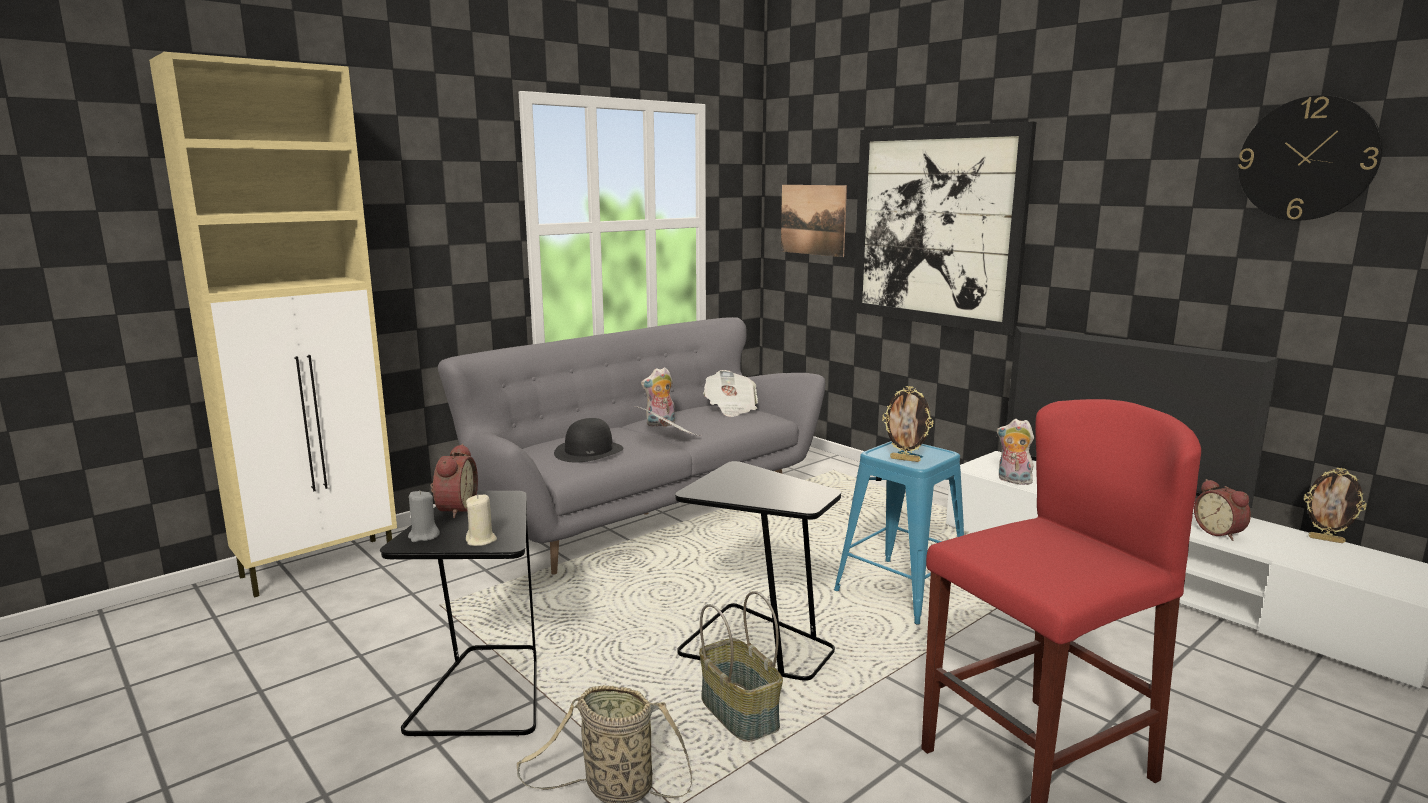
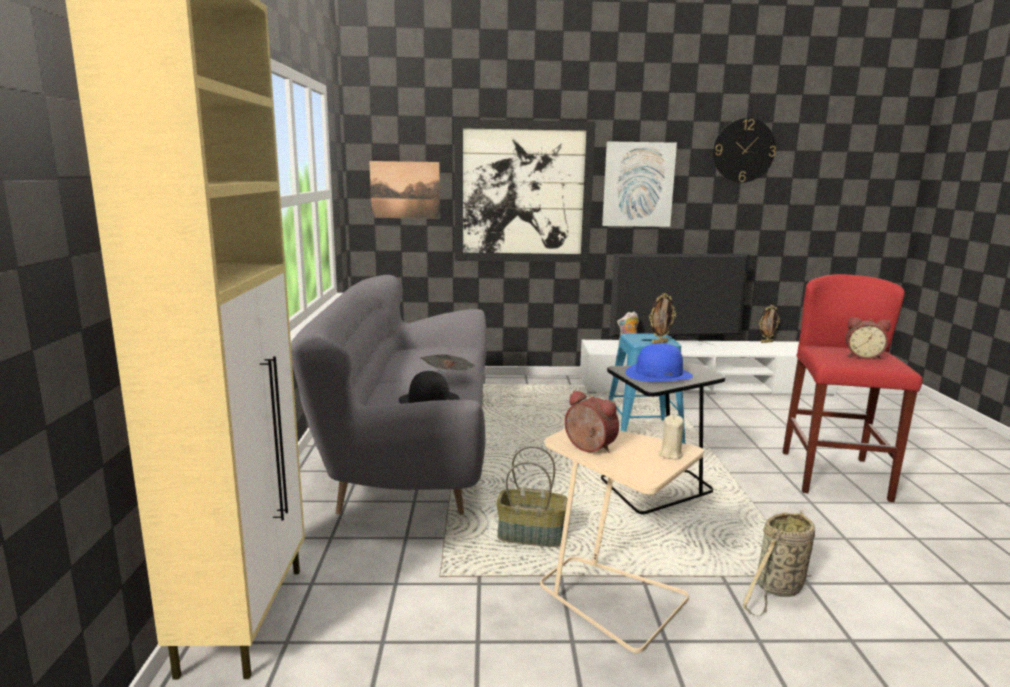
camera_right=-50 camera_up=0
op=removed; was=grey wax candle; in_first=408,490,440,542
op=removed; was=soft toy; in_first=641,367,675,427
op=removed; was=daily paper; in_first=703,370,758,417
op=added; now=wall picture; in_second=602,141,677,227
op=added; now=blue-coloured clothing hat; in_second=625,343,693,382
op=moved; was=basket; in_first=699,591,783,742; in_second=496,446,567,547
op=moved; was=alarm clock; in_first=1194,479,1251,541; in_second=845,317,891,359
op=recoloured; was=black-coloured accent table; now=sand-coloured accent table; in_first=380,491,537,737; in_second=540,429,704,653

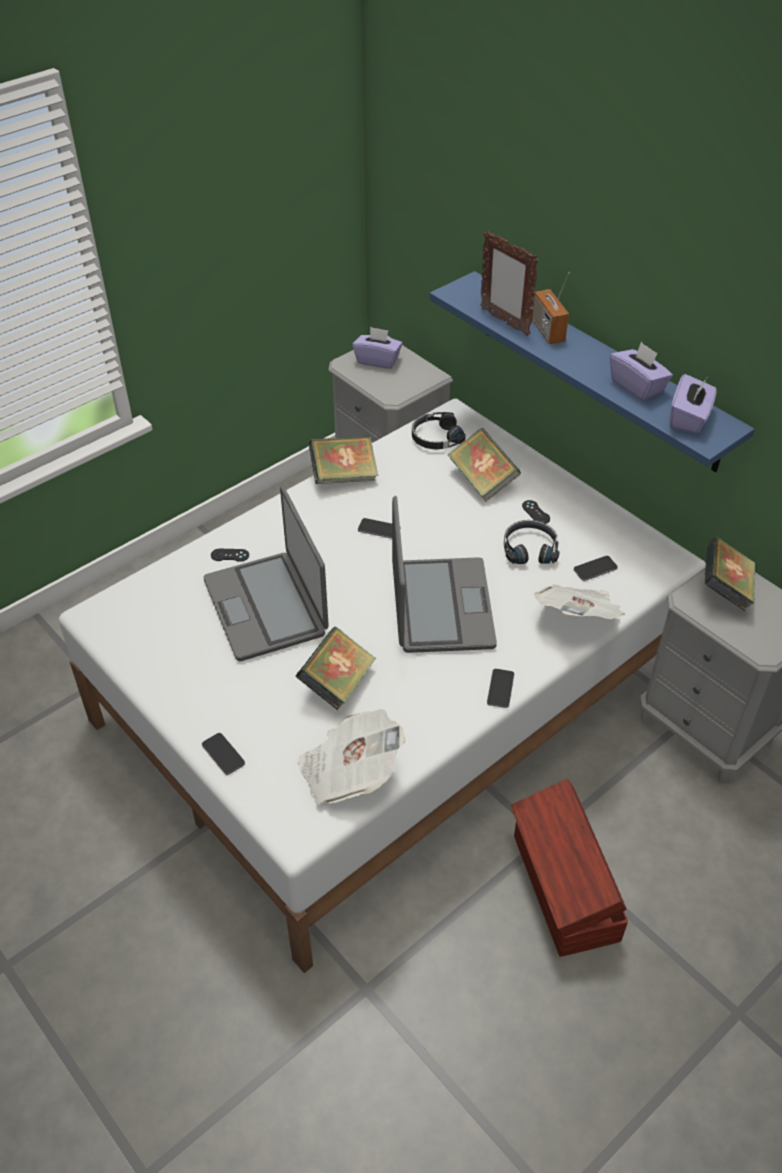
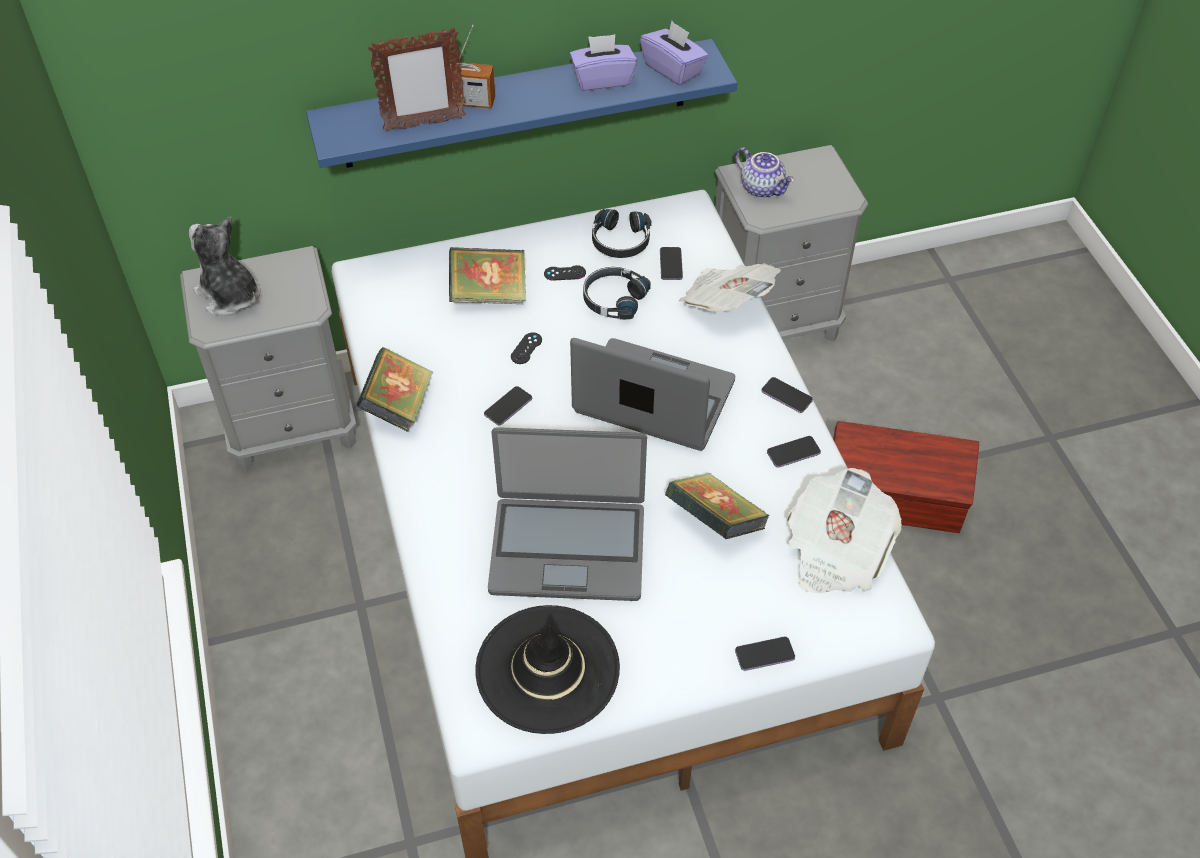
camera_right=-65 camera_up=5
op=added; now=black-coloured clothing hat; in_second=475,605,620,734
op=added; now=handset; in_second=767,436,821,468
op=moved; was=black-coloured game controller; in_first=211,549,249,562; in_second=511,332,542,364
op=moved; was=black-coloured headset; in_first=412,412,466,449; in_second=592,209,652,258
op=replaced; was=purple-coloured box of tissues; now=soft toy; in_first=353,327,403,369; in_second=189,216,260,316
op=replaced; was=volume; now=pot for tea; in_first=704,537,755,611; in_second=735,147,794,198

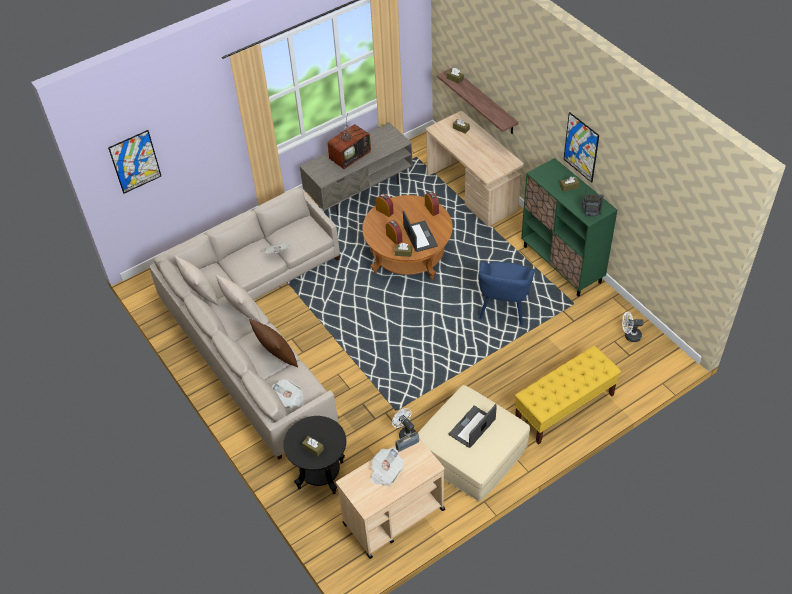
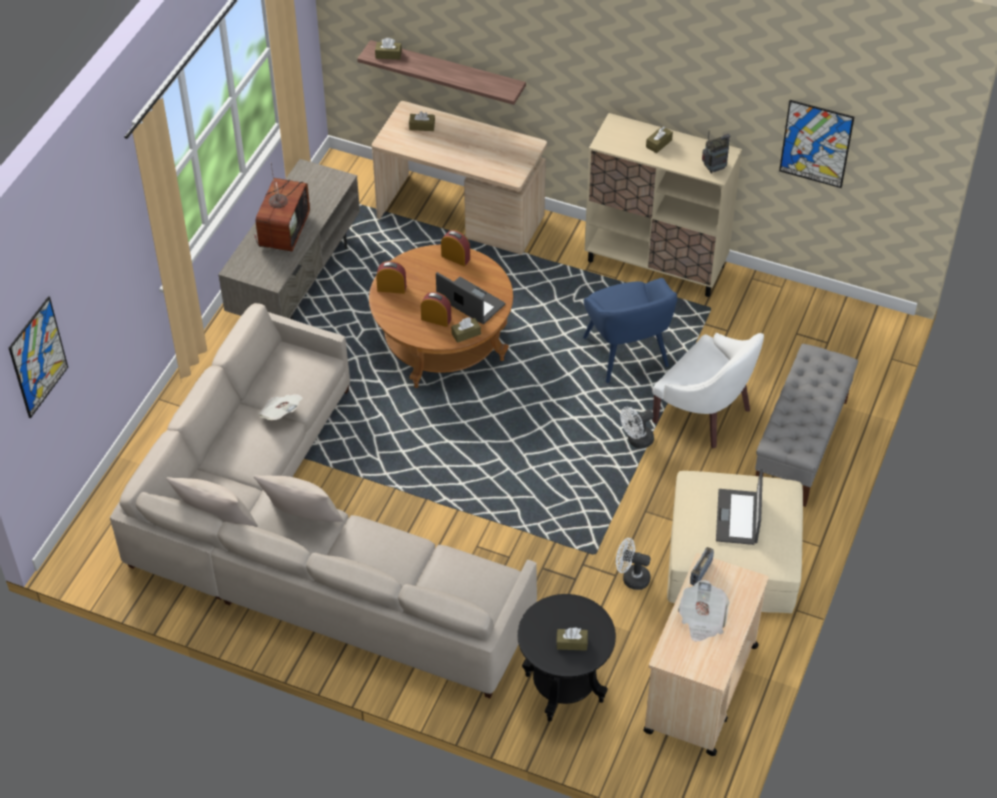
camera_right=-35 camera_up=0
op=removed; was=brown-coloured throw pillow; in_first=249,319,298,367
op=removed; was=daily paper; in_first=272,379,304,408
op=added; now=white lounge chair; in_second=652,333,764,448
op=moved; was=wall picture; in_first=563,112,599,183; in_second=779,100,854,188
op=moved; was=white fan; in_first=622,312,644,342; in_second=620,407,654,448
op=recoloured; was=yellowish long seat; now=grey long seat; in_first=515,346,621,445; in_second=755,344,858,507
op=recoloured; was=greenish cabinet; now=sand-coloured cabinet; in_first=521,158,618,297; in_second=585,113,742,297

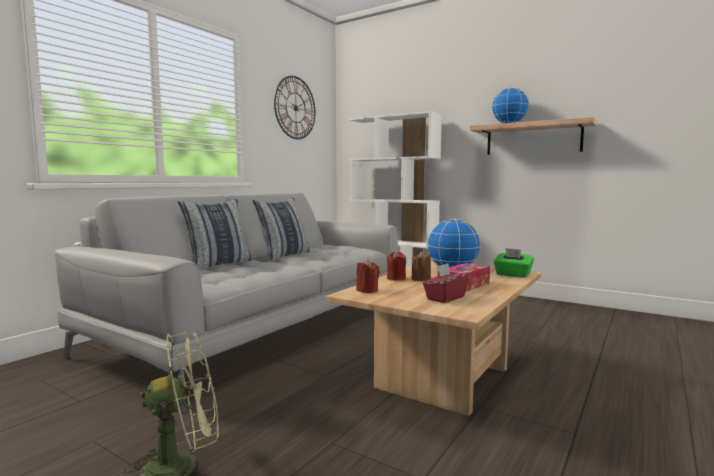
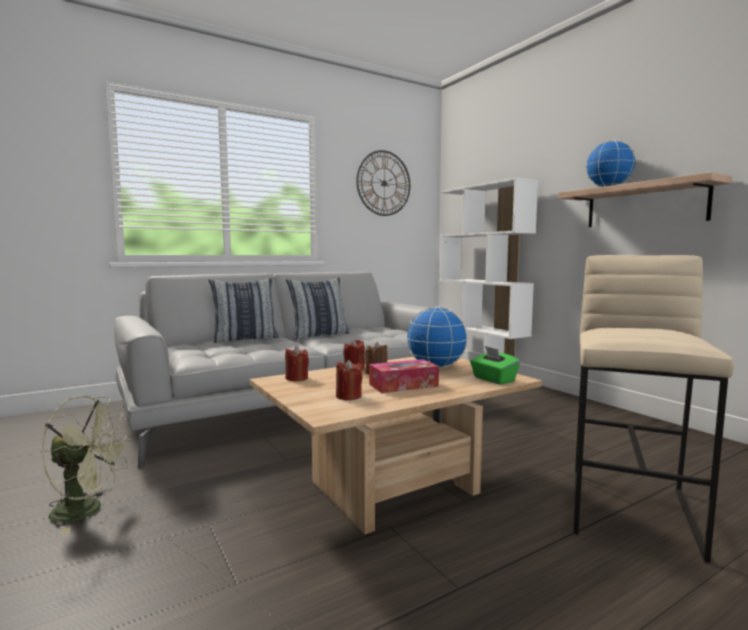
camera_right=25 camera_up=0
op=added; now=sand-coloured stool seat; in_second=574,255,734,563
op=replaced; was=red box of tissues; now=red wax candle; in_first=423,263,469,303; in_second=336,359,363,400

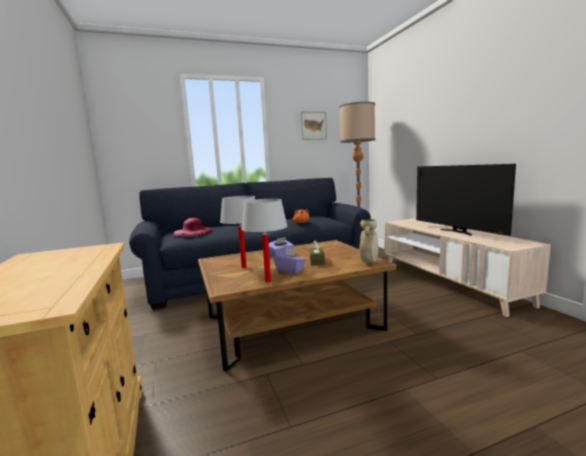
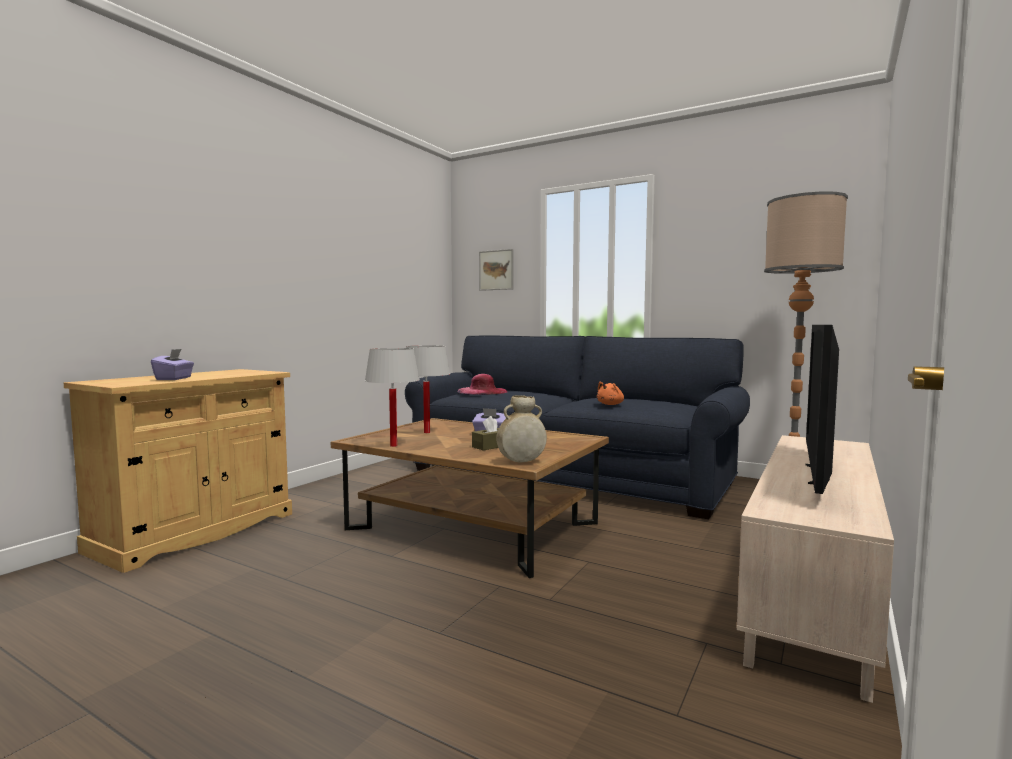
camera_right=50 camera_up=-5
op=moved; was=purple-coloured box of tissues; in_first=273,248,306,274; in_second=151,349,194,380
op=moved; was=wall picture; in_first=301,112,327,140; in_second=479,249,513,291

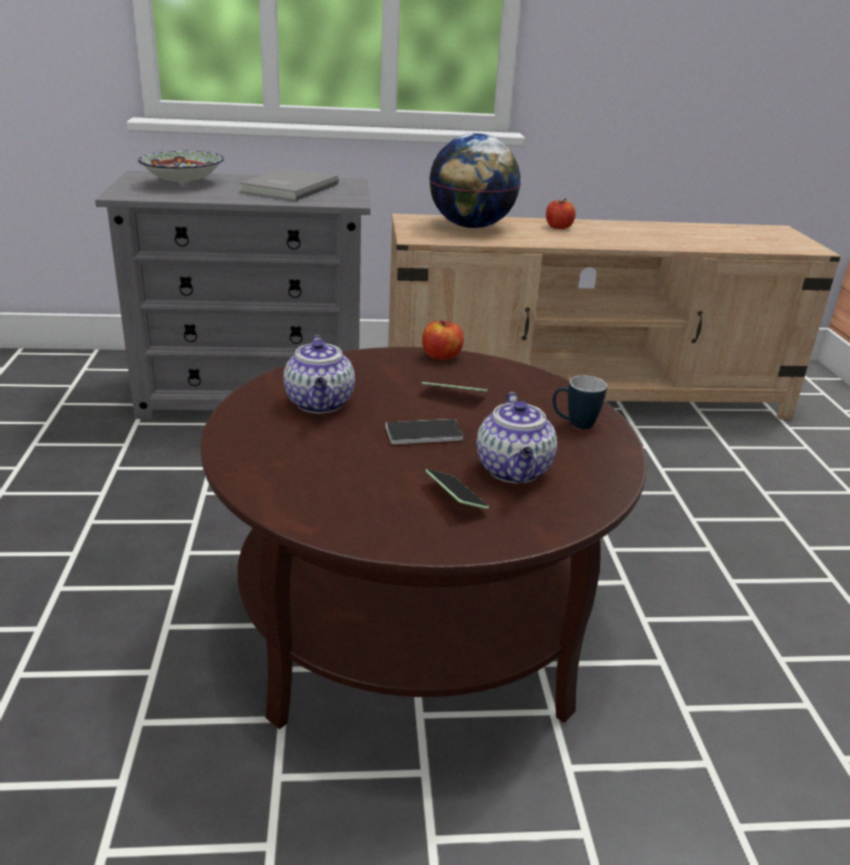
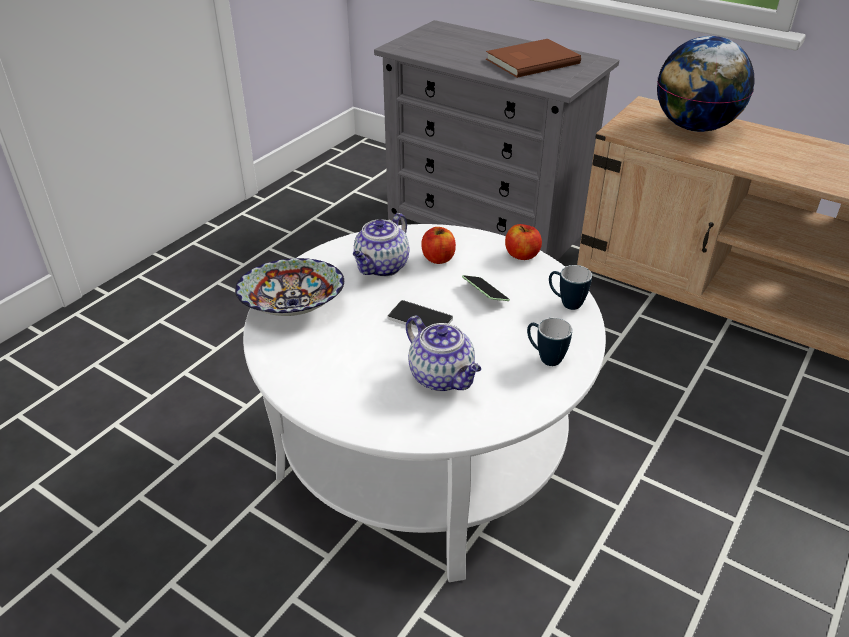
camera_right=40 camera_up=10
op=removed; was=handset; in_first=425,469,489,509
op=added; now=mug; in_second=549,265,592,310
op=moved; was=bowl; in_first=138,151,224,185; in_second=235,258,344,316
op=moved; was=whole apple; in_first=546,198,576,229; in_second=421,227,456,264
op=recoloured; was=brown-coloured coffee table; now=white coffee table; in_first=200,347,647,729; in_second=243,224,606,582
op=recoloured; was=grey volume; now=brown-coloured volume; in_first=239,168,339,201; in_second=486,39,581,78
op=turned; was=pot for tea; in_first=476,392,557,483; in_second=406,315,481,391; clockwise=-75

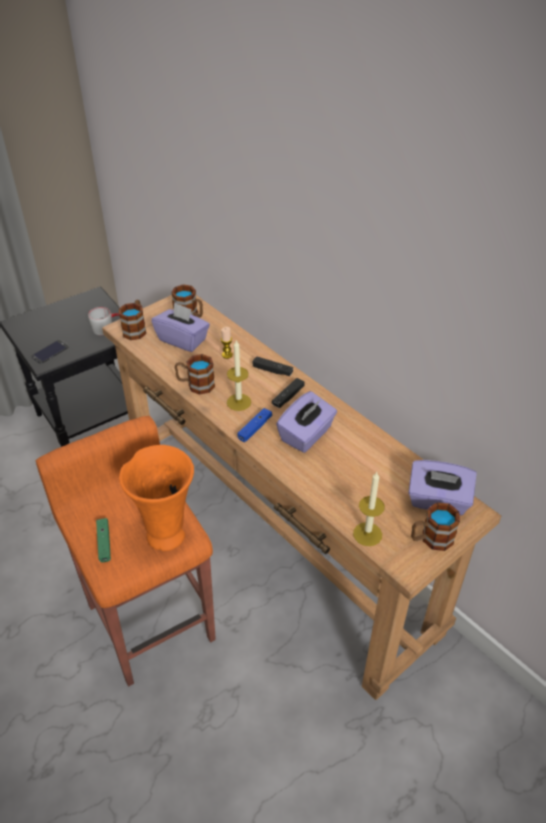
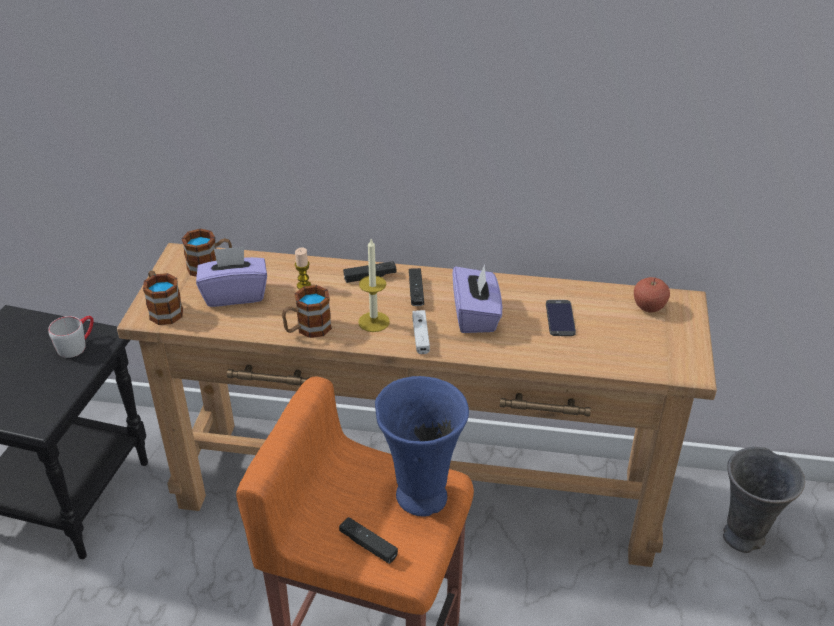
camera_right=-40 camera_up=-5
op=removed; was=wax candle; in_first=353,472,385,546
op=removed; was=mug; in_first=411,502,460,551
op=added; now=grey decorative vase; in_second=723,447,805,553
op=moved; was=handset; in_first=31,340,69,364; in_second=546,300,576,336
op=replaced; was=purple-coloured box of tissues; now=whole apple; in_first=409,460,477,515; in_second=634,277,670,312
op=recoloured; was=greenish game controller; now=black-coloured game controller; in_first=96,518,111,562; in_second=339,517,398,564
op=recoloured; was=orange decorative vase; now=blue-coloured decorative vase; in_first=119,445,194,551; in_second=375,376,469,516
op=recoloured; was=blue-coloured game controller; now=white game controller; in_first=237,408,272,442; in_second=412,310,430,354

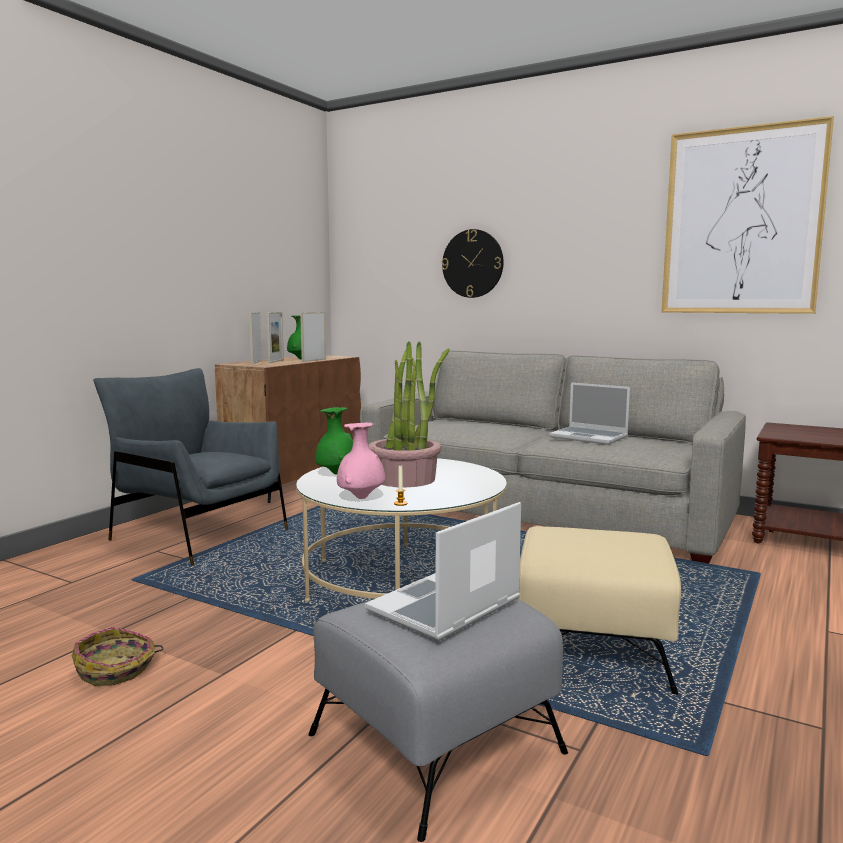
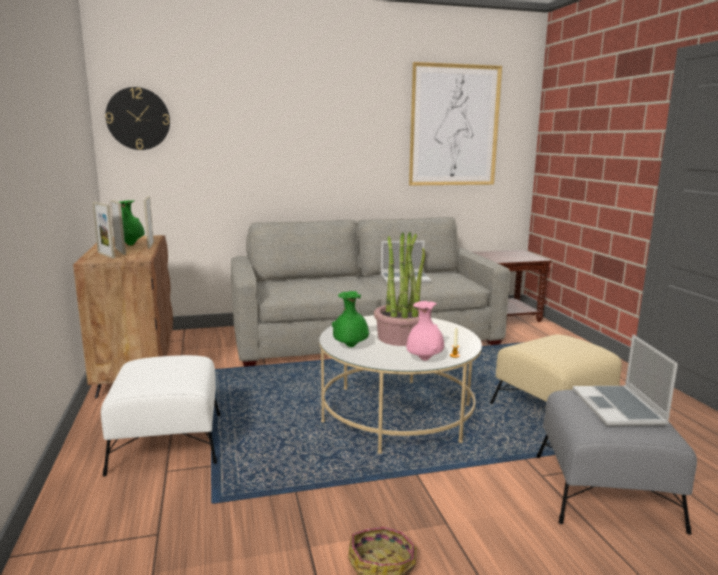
camera_right=-45 camera_up=5
op=moved; was=hanging clock; in_first=442,229,504,298; in_second=105,87,170,150
op=replaced; was=grey lounge chair; now=white pouffe; in_first=93,368,288,566; in_second=101,355,221,477

